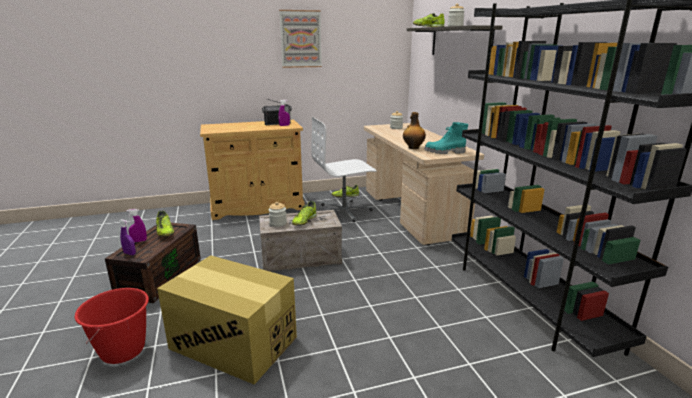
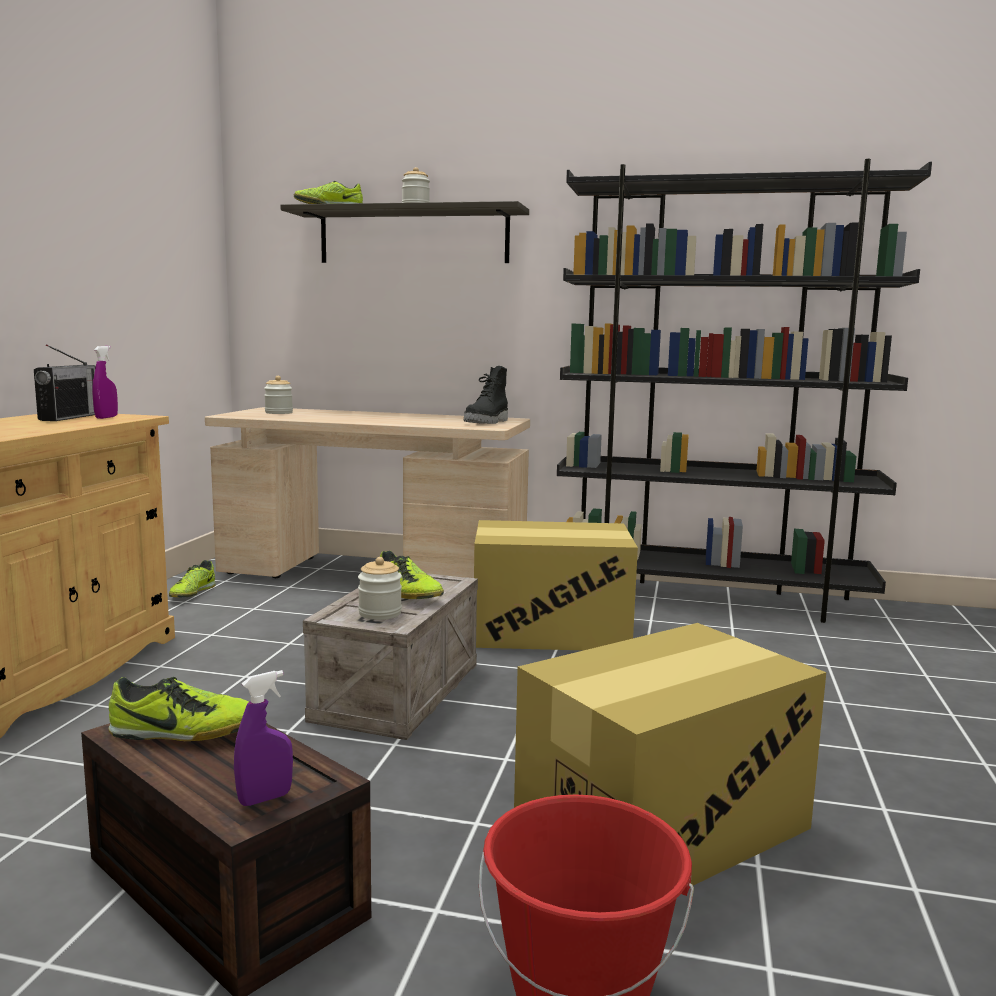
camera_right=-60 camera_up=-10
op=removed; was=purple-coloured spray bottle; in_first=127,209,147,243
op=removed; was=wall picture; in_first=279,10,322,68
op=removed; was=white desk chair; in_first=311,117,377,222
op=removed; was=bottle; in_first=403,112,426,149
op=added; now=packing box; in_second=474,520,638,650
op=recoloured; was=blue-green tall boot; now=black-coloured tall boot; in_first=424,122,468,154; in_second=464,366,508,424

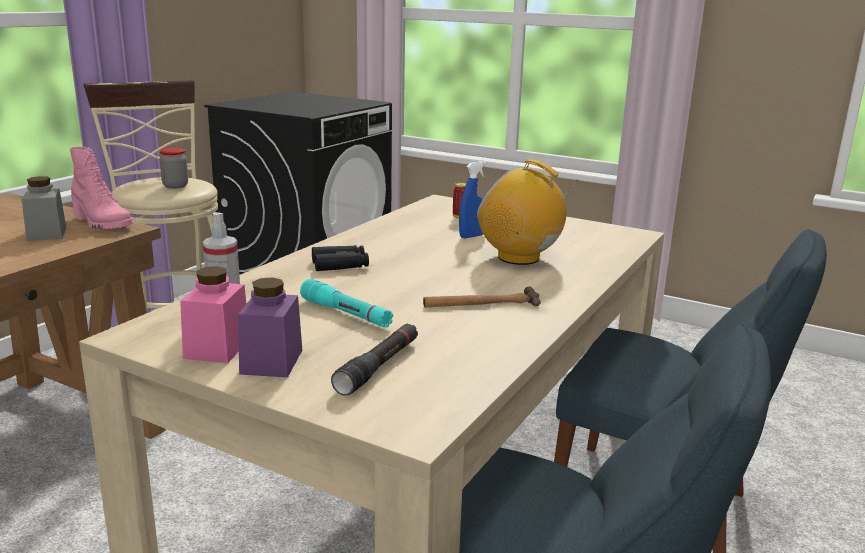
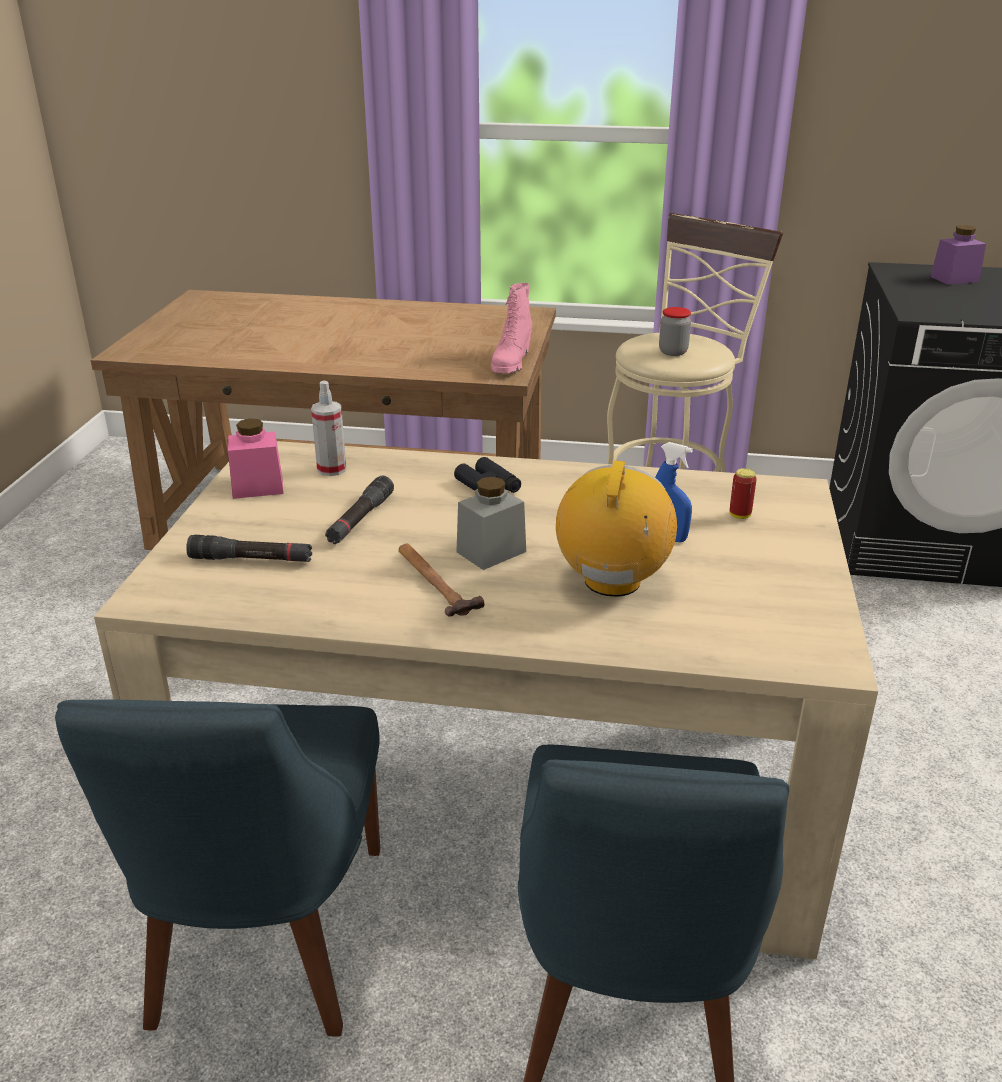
camera_right=70 camera_up=10
op=moved; was=grey storage jar; in_first=22,176,66,241; in_second=456,477,526,570
op=moved; was=purple-coloured storage jar; in_first=238,277,302,377; in_second=930,225,986,285
op=recoloured; was=blue-green torch; now=black-coloured torch; in_first=300,279,393,327; in_second=325,476,394,544

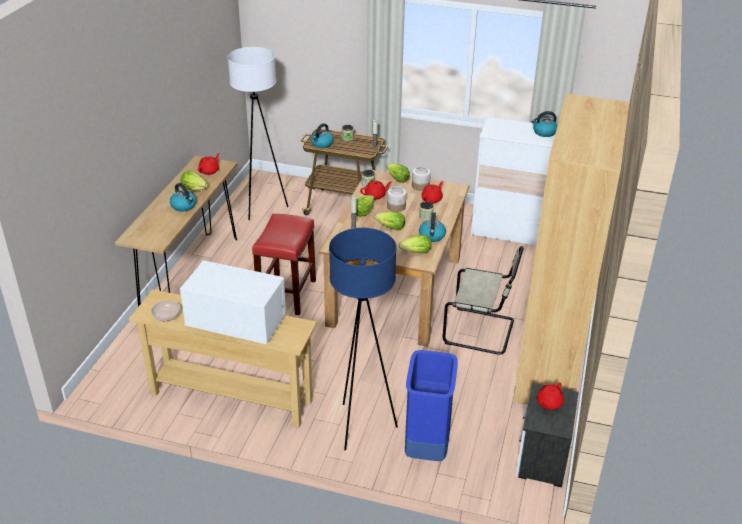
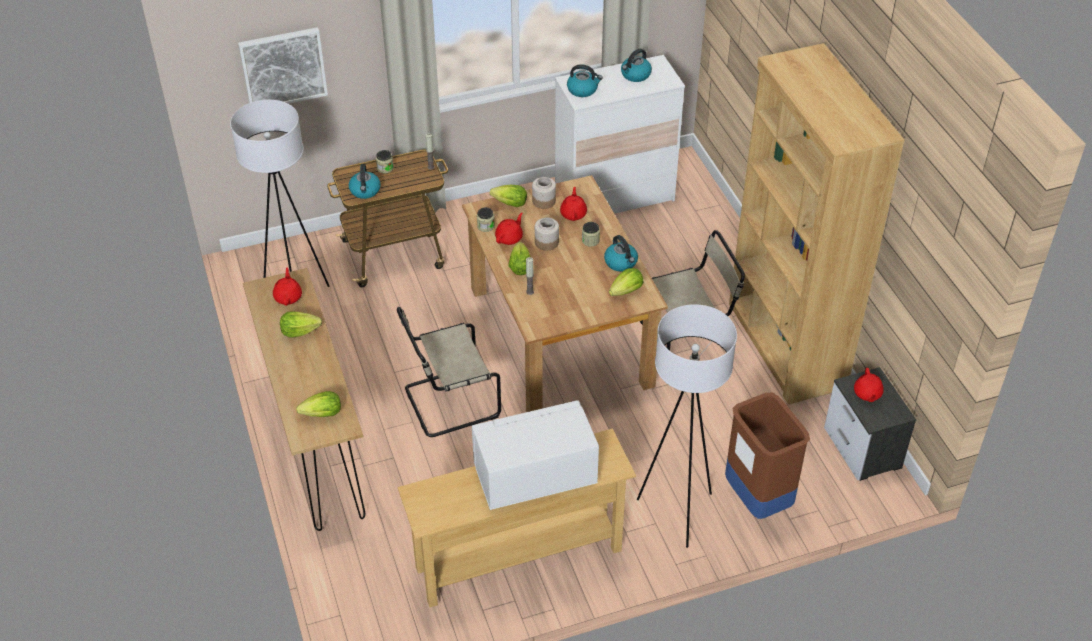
camera_right=-35 camera_up=10
op=removed; was=bowl; in_first=151,300,180,321
op=added; now=wall picture; in_second=238,27,328,104
op=moved; was=water kettle; in_first=170,183,197,211; in_second=567,64,603,97
op=moved; was=head of lettuce; in_first=375,211,405,230; in_second=296,391,341,417
op=replaced; was=red stool seat; now=sand-coloured chair; in_first=252,214,316,315; in_second=397,307,501,437
op=recoloured; was=blue-coloured standard lamp; now=white standard lamp; in_first=329,228,398,450; in_second=637,304,737,548
op=recoloured; was=blue-coloured trash can; now=brown-coloured trash can; in_first=405,350,458,461; in_second=725,393,810,519

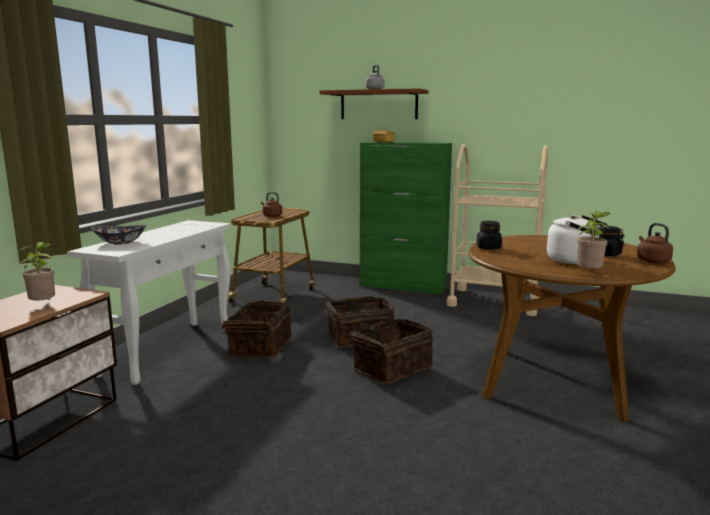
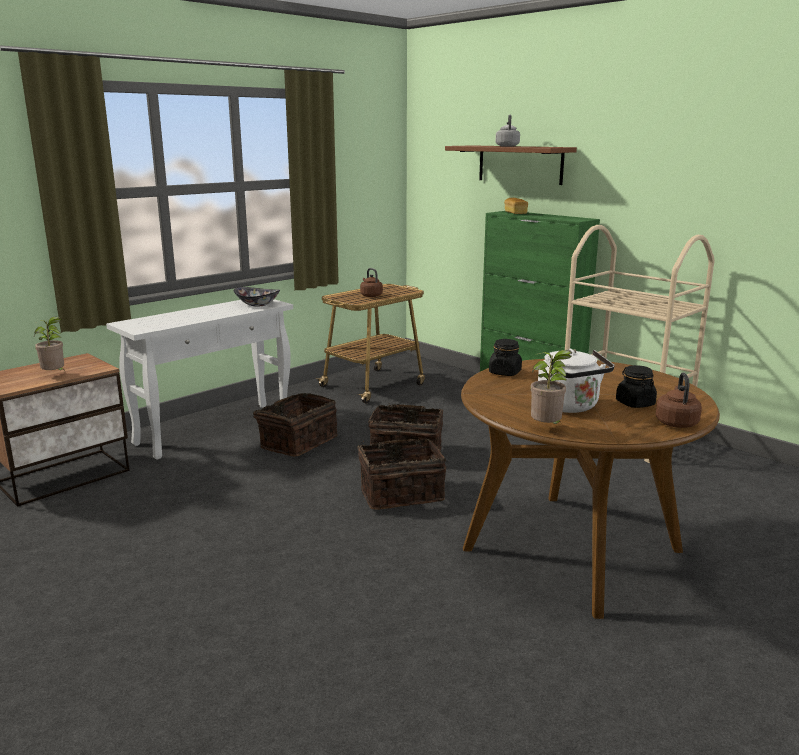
camera_right=25 camera_up=5
op=moved; was=bowl; in_first=91,225,146,244; in_second=234,287,280,306

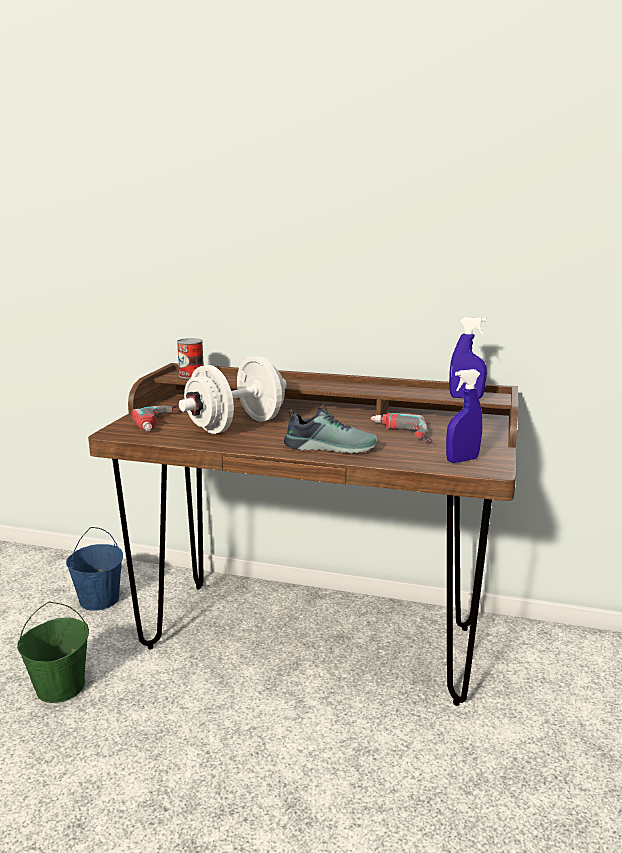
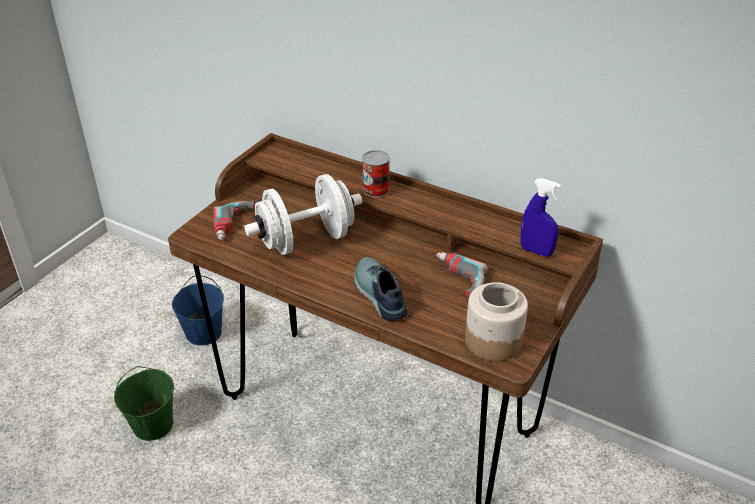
camera_right=15 camera_up=20
op=moved; was=metal can; in_first=177,338,204,379; in_second=362,150,390,197
op=replaced; was=blue-coloured spray bottle; now=storage jar; in_first=446,369,482,463; in_second=465,282,528,361
op=turned; was=shoe; in_first=284,405,378,454; in_second=354,257,408,321; clockwise=-135

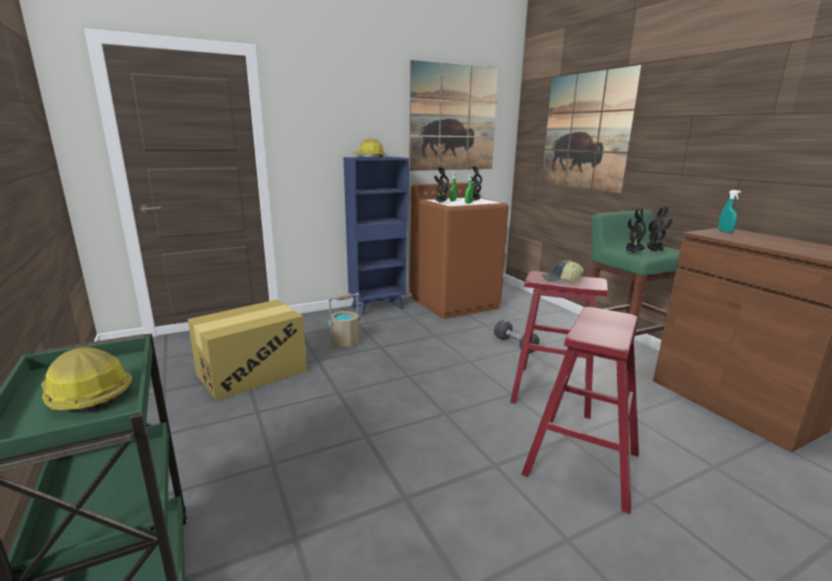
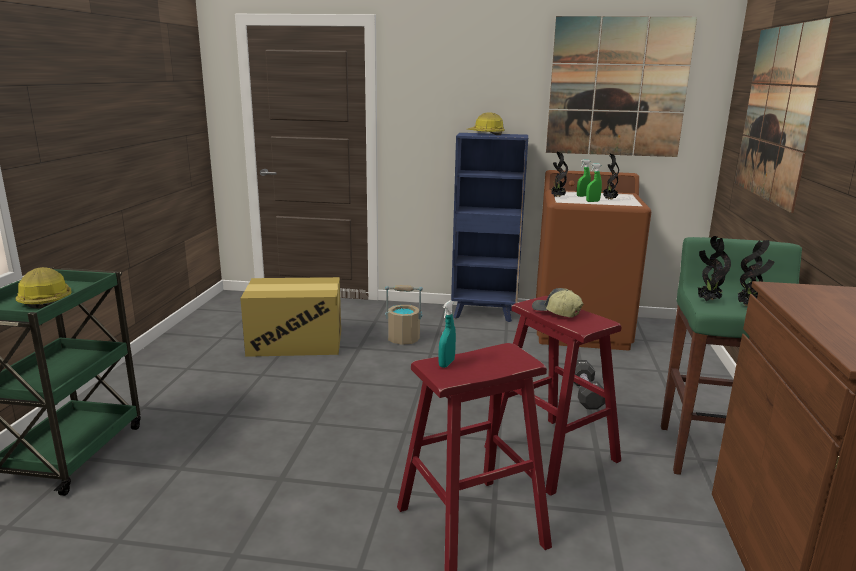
camera_right=35 camera_up=0
op=moved; was=blue-green spray bottle; in_first=718,190,741,233; in_second=439,300,456,368

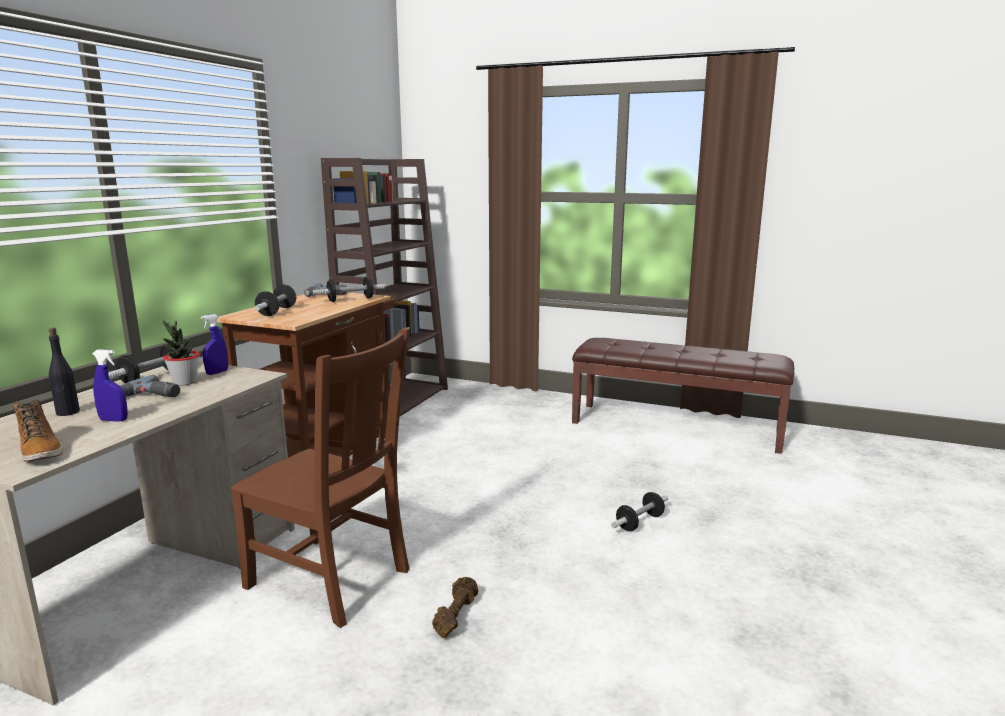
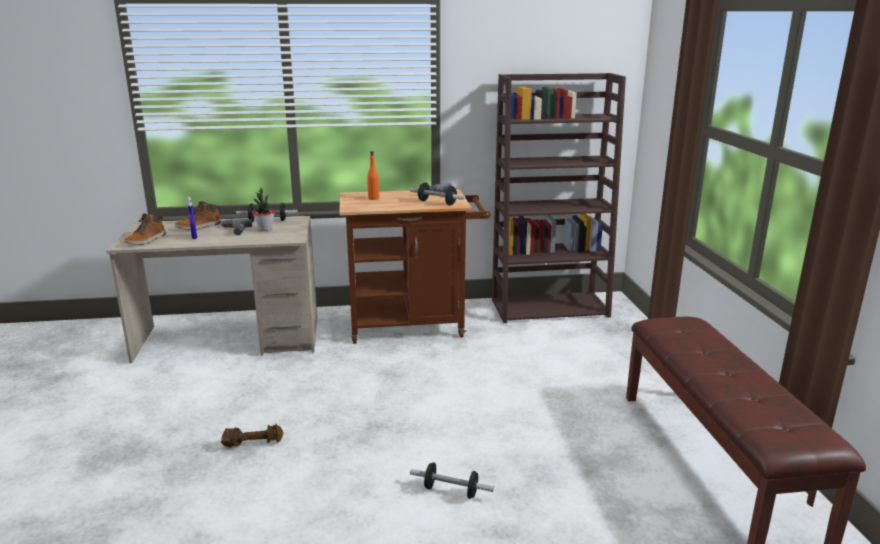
camera_right=60 camera_up=5
op=removed; was=blue-coloured spray bottle; in_first=201,314,228,375
op=removed; was=brown-coloured chair; in_first=230,327,410,628
op=replaced; was=black-coloured bottle; now=tall boot; in_first=49,328,80,416; in_second=175,201,221,230
op=replaced; was=hand weight; now=orange bottle; in_first=255,285,296,316; in_second=367,151,379,200

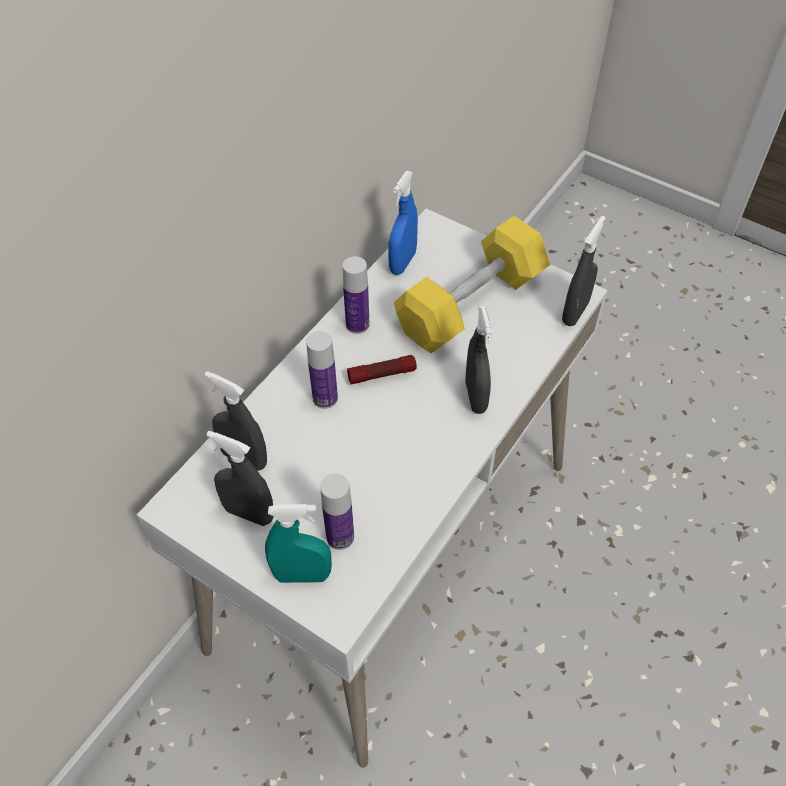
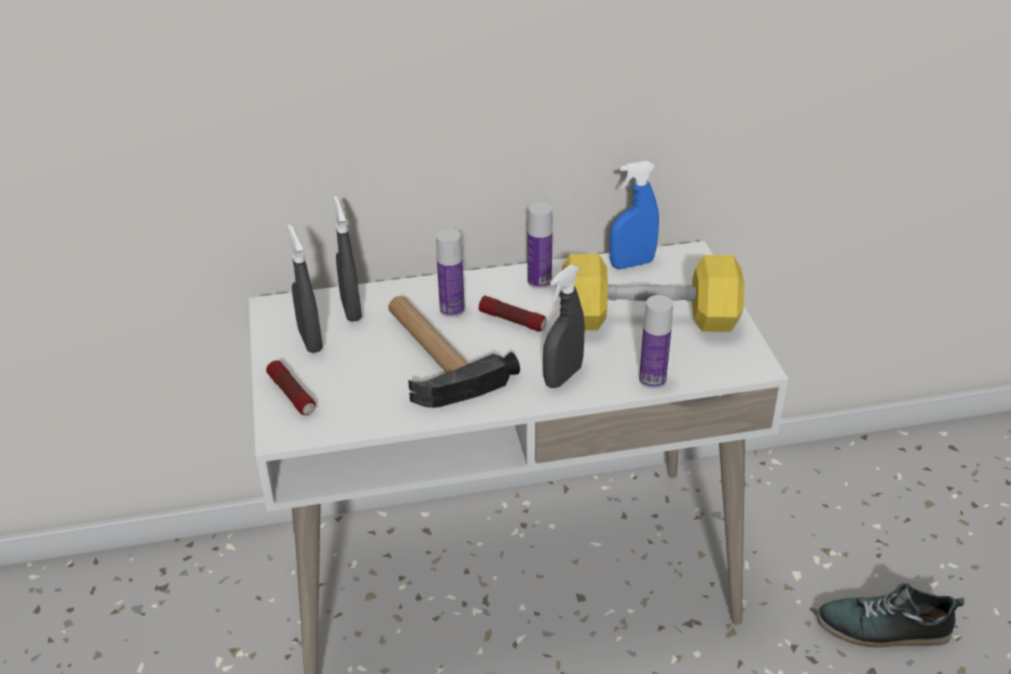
camera_right=45 camera_up=-15
op=removed; was=grey spray bottle; in_first=562,216,605,326
op=added; now=hand hammer; in_second=388,296,520,408
op=added; now=shoe; in_second=817,582,964,648
op=moved; was=bottle; in_first=320,474,354,550; in_second=639,295,673,389
op=replaced; was=blue-green spray bottle; now=torch; in_first=265,504,332,583; in_second=266,360,316,415

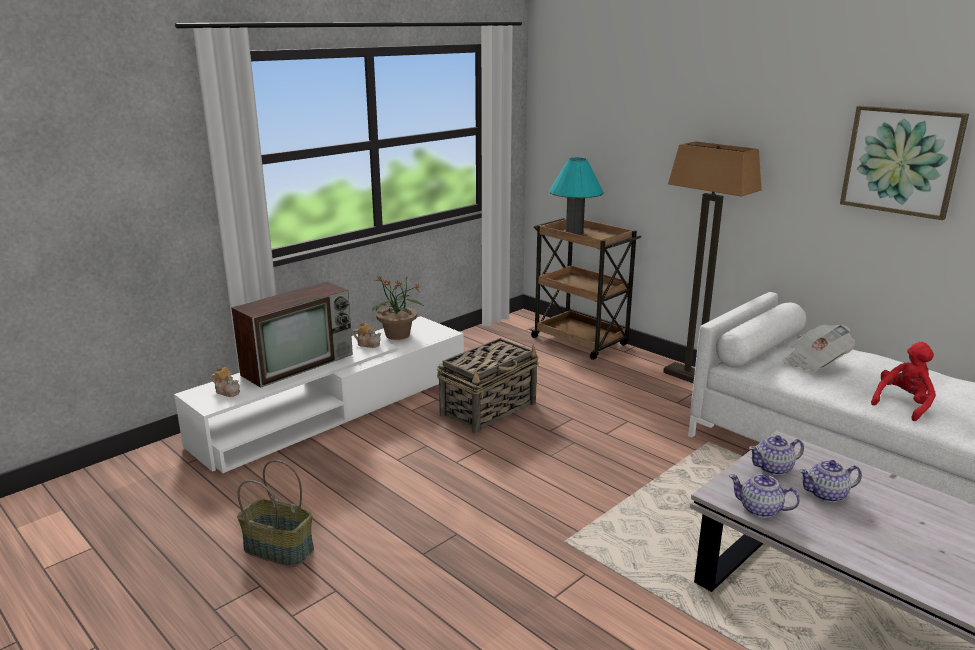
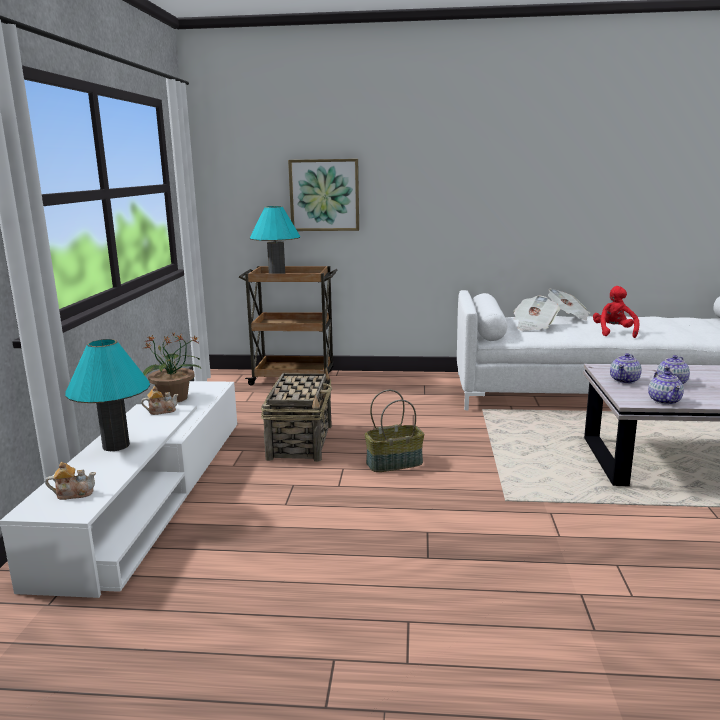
camera_right=-40 camera_up=-5
op=removed; was=standard lamp; in_first=663,141,762,383
op=added; now=daily paper; in_second=548,289,590,320
op=moved; was=basket; in_first=237,460,314,567; in_second=364,390,424,472
op=moved; was=wall picture; in_first=840,106,969,220; in_second=288,159,359,231
op=replaced; was=television; now=blue-green tabletop lamp; in_first=231,282,353,388; in_second=65,339,150,451
op=turned; was=pot for tea; in_first=729,474,800,518; in_second=648,371,684,405; clockwise=-75

